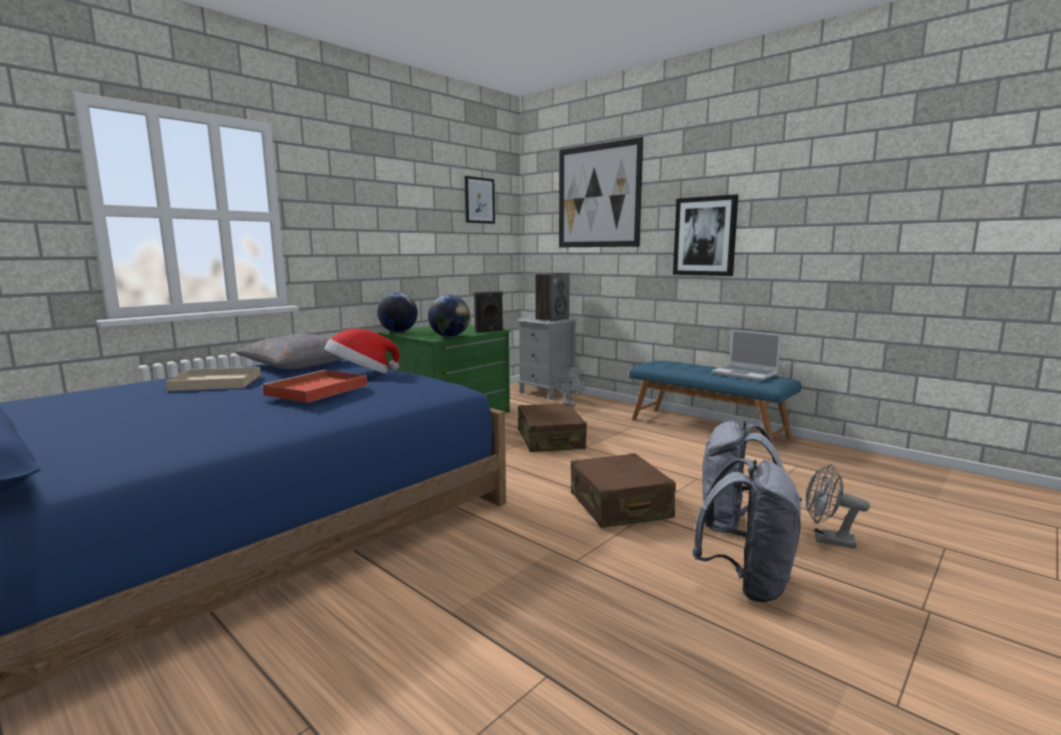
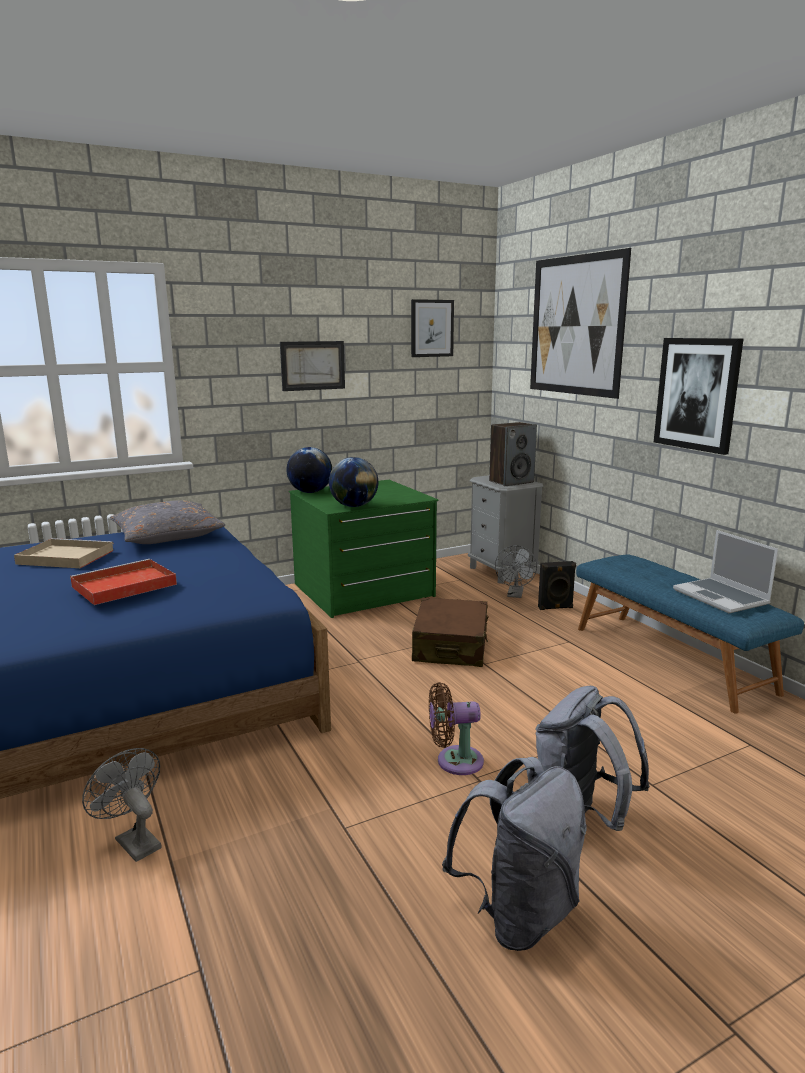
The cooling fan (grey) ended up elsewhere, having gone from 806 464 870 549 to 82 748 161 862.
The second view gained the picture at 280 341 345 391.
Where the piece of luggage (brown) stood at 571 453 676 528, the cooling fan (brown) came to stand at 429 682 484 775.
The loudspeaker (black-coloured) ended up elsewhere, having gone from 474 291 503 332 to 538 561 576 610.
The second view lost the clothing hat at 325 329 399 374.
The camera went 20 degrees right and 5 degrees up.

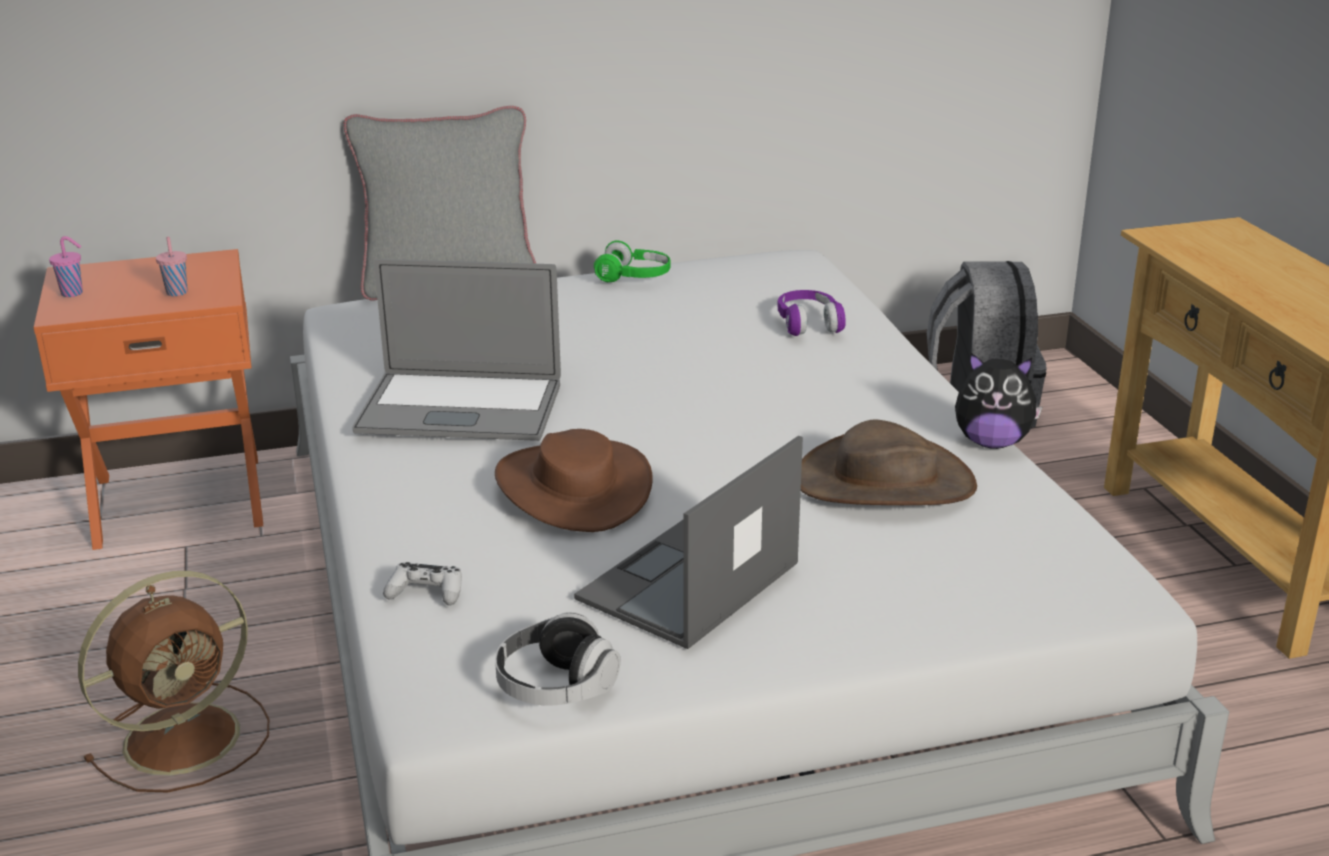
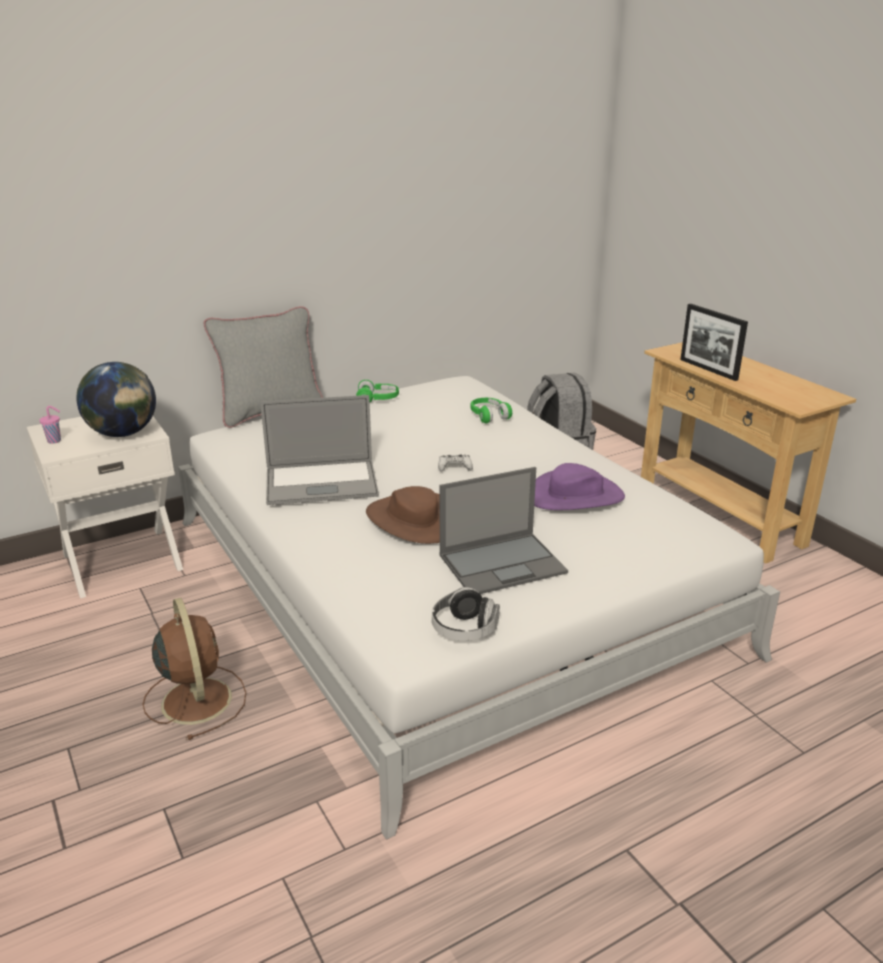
What was the bedside table (orange-coloured) at 33 249 263 550 turned into the bedside table (whitish) at 27 416 183 598.
Where the drinking cup (pink-coloured) stood at 156 237 188 296, the globe came to stand at 77 362 156 437.
The cooling fan (brown) at 78 571 269 792 ended up facing another way, 60 degrees counterclockwise from before.
The game controller (whitish) ended up elsewhere, having gone from 383 562 462 606 to 438 454 473 472.
The portable computer at 574 436 803 649 ended up facing another way, 135 degrees counterclockwise from before.
What was the headset (purple-coloured) at 778 290 846 336 turned into the headset (green) at 471 398 512 423.
What was the clothing hat (brown) at 801 419 977 505 turned into the clothing hat (purple-coloured) at 534 463 625 510.
The second view gained the photo frame at 680 304 748 381.
The second view lost the soft toy at 955 353 1043 449.
The camera went 15 degrees left and 0 degrees up.

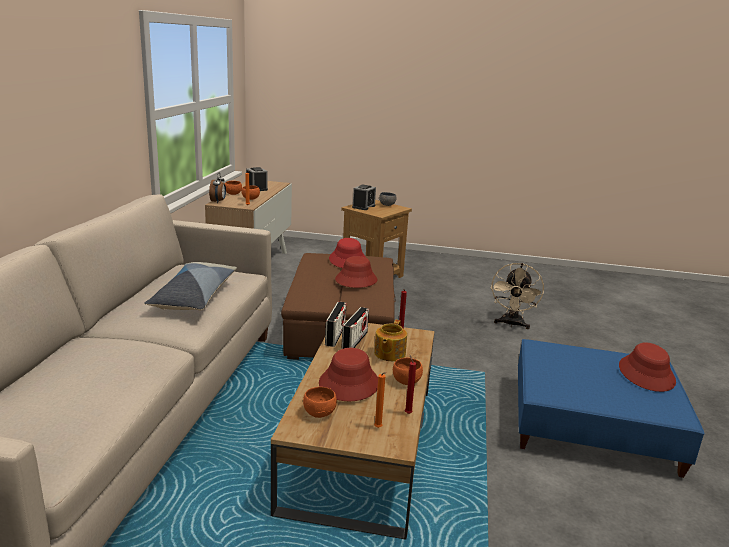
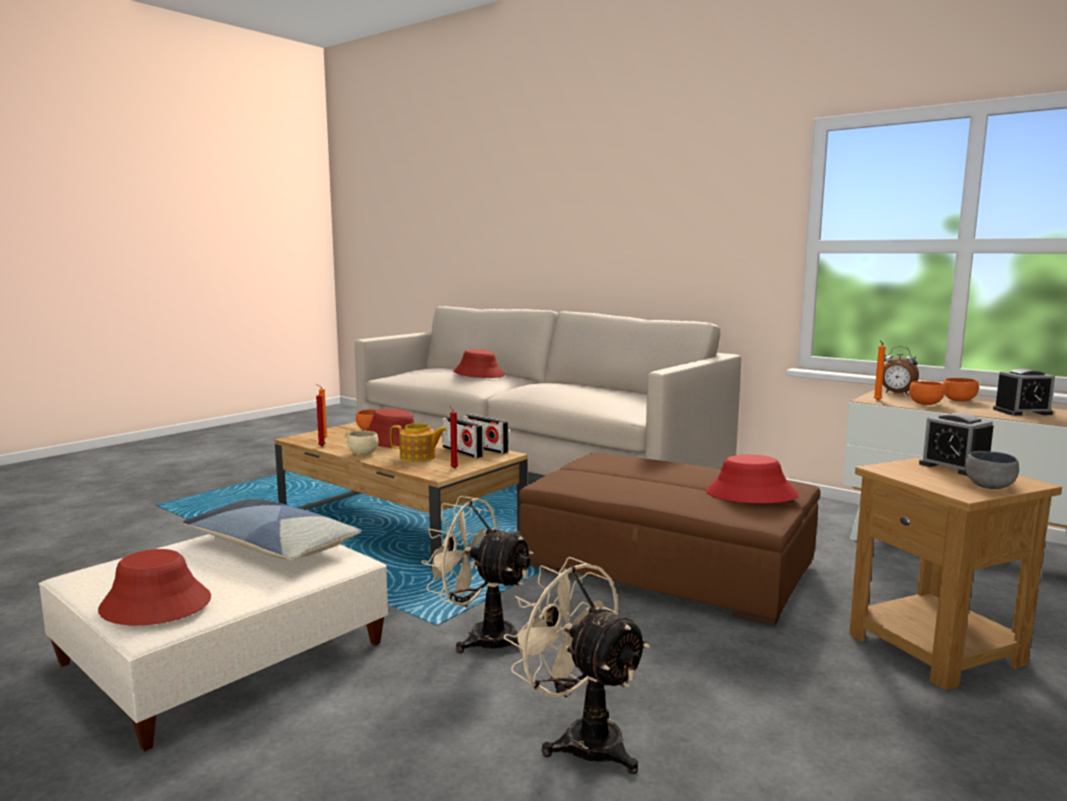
What was the ottoman (blue-coloured) at 518 339 705 478 turned into the ottoman (beige) at 39 534 388 752.
The throw pillow ended up elsewhere, having gone from 144 262 237 311 to 183 499 362 560.
What was the bowl (orange-coloured) at 393 358 423 385 turned into the bowl (beige) at 347 431 379 455.
The pot for tea at 374 320 407 361 ended up facing another way, 135 degrees clockwise from before.
The second view gained the cooling fan (beige) at 421 496 534 653.
The clothing hat (red) ended up elsewhere, having gone from 335 256 377 288 to 453 349 505 378.
The camera went 120 degrees right and 10 degrees down.

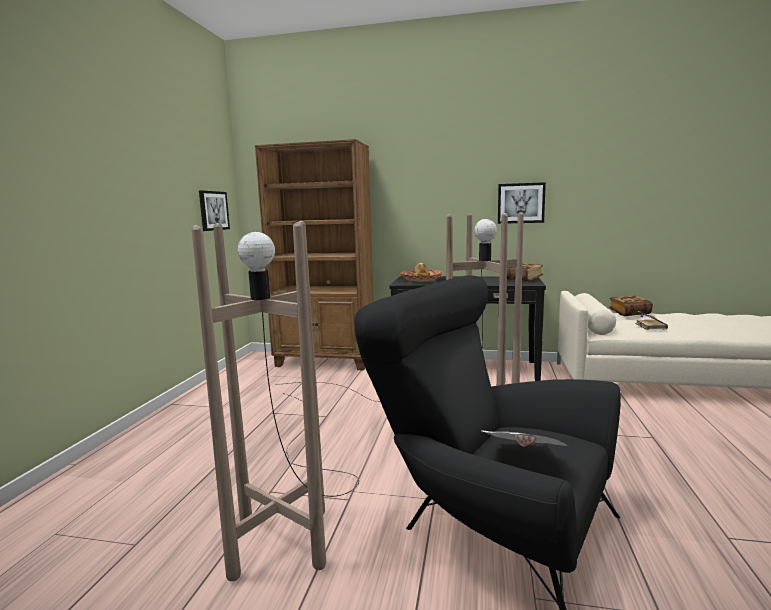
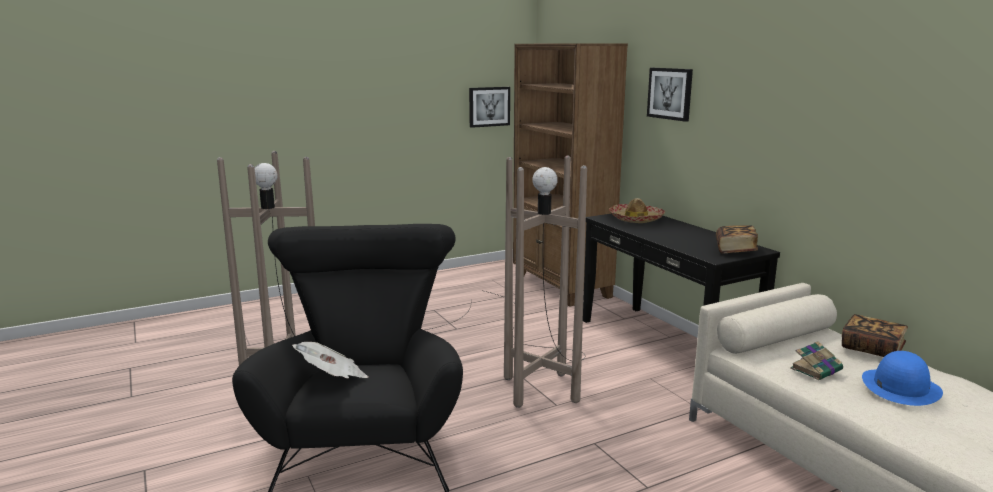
The picture ended up elsewhere, having gone from 498 182 546 224 to 647 68 693 122.
The second view gained the clothing hat (blue-coloured) at 862 351 943 406.
The camera went 50 degrees right and 5 degrees up.

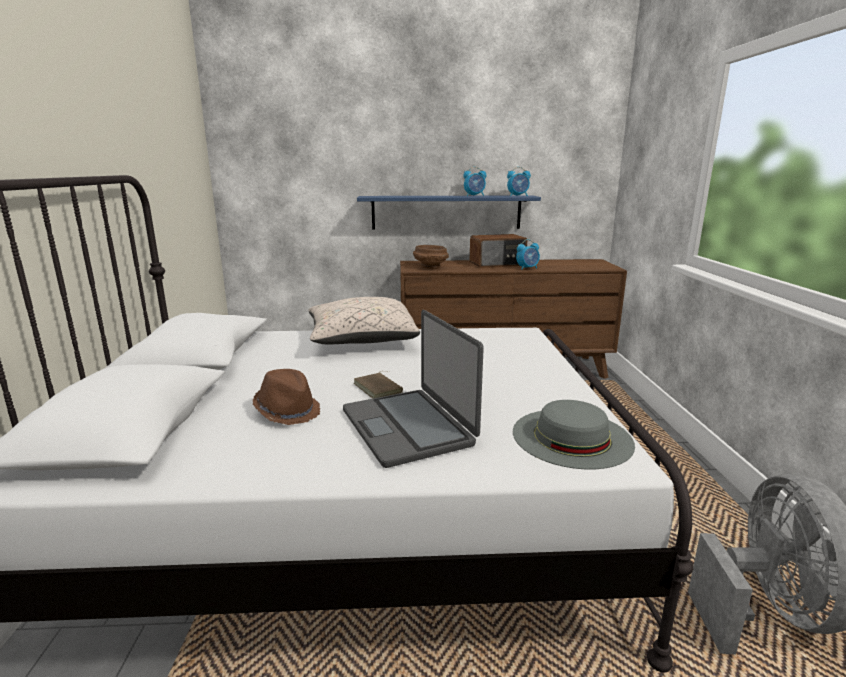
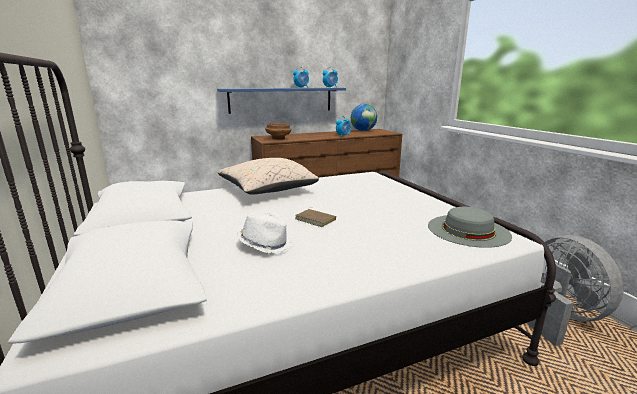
What was the clothing hat (brown) at 253 369 320 425 turned into the clothing hat (whitish) at 237 211 293 254.
The second view gained the globe at 351 104 377 131.
The second view lost the portable computer at 343 310 484 468.
The second view lost the radio set at 470 234 527 268.
The camera went 20 degrees left and 0 degrees up.

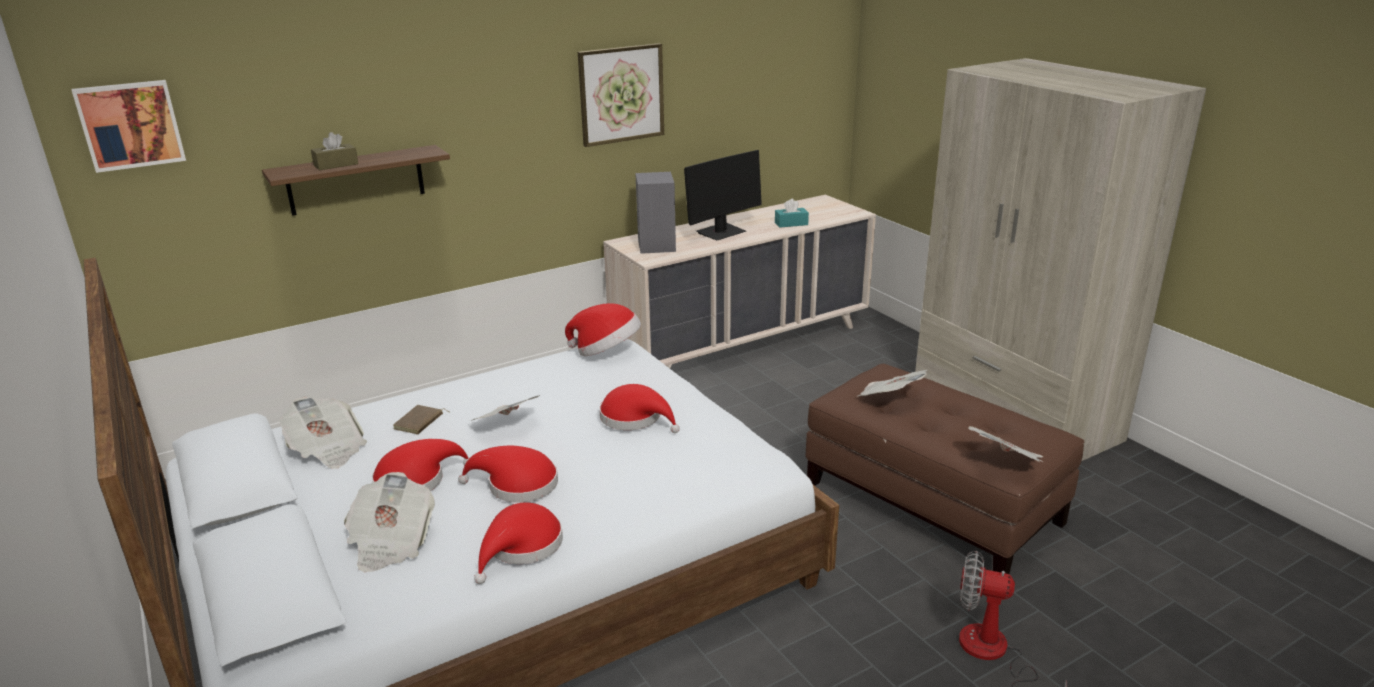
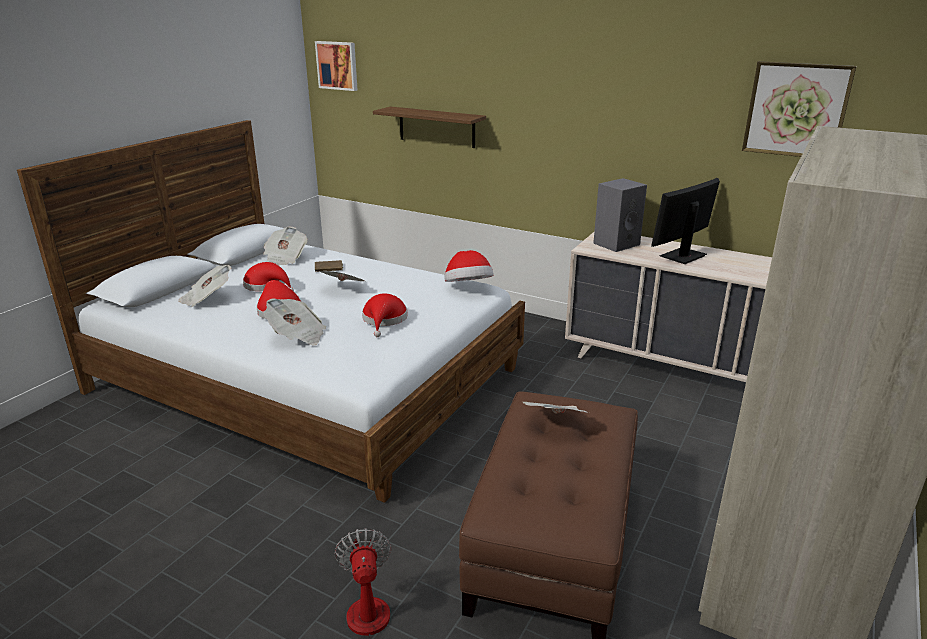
The printed paper ended up elsewhere, having gone from 968 426 1043 462 to 263 298 326 345.
The monitor at 684 150 762 240 ended up facing another way, 120 degrees clockwise from before.
The picture ended up elsewhere, having gone from 578 43 664 147 to 742 61 856 157.
The second view lost the box of tissues (brown) at 311 132 358 170.
The second view lost the clothing hat (red) at 474 503 563 584.
The second view lost the box of tissues (blue-green) at 775 198 809 228.
The camera went 60 degrees right and 0 degrees up.

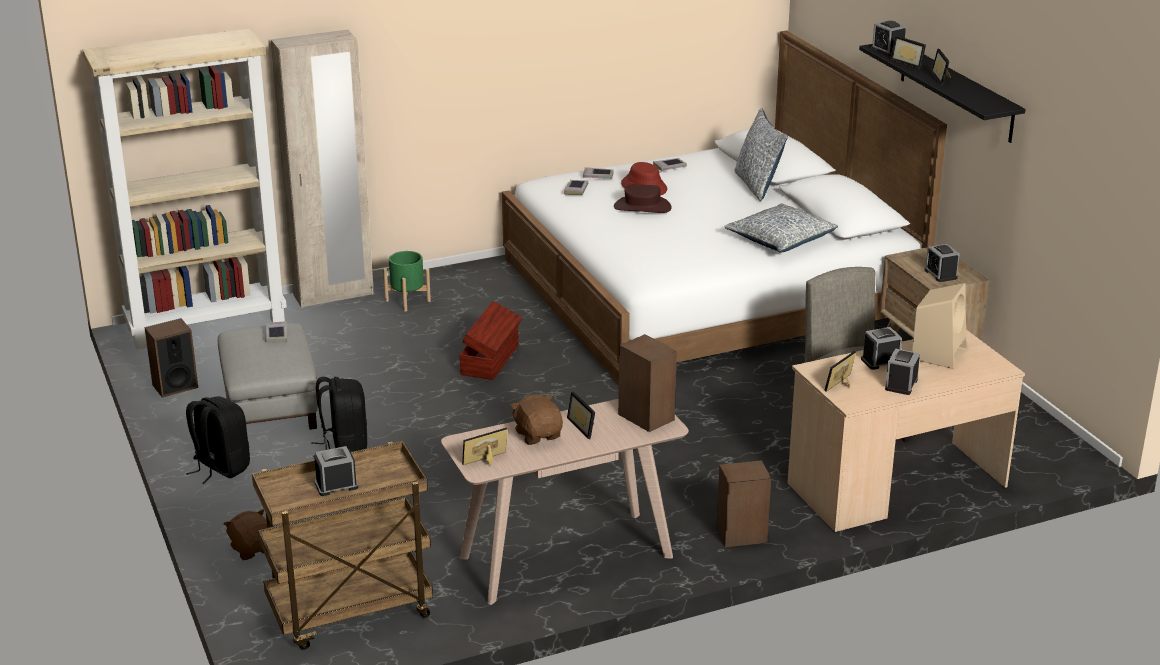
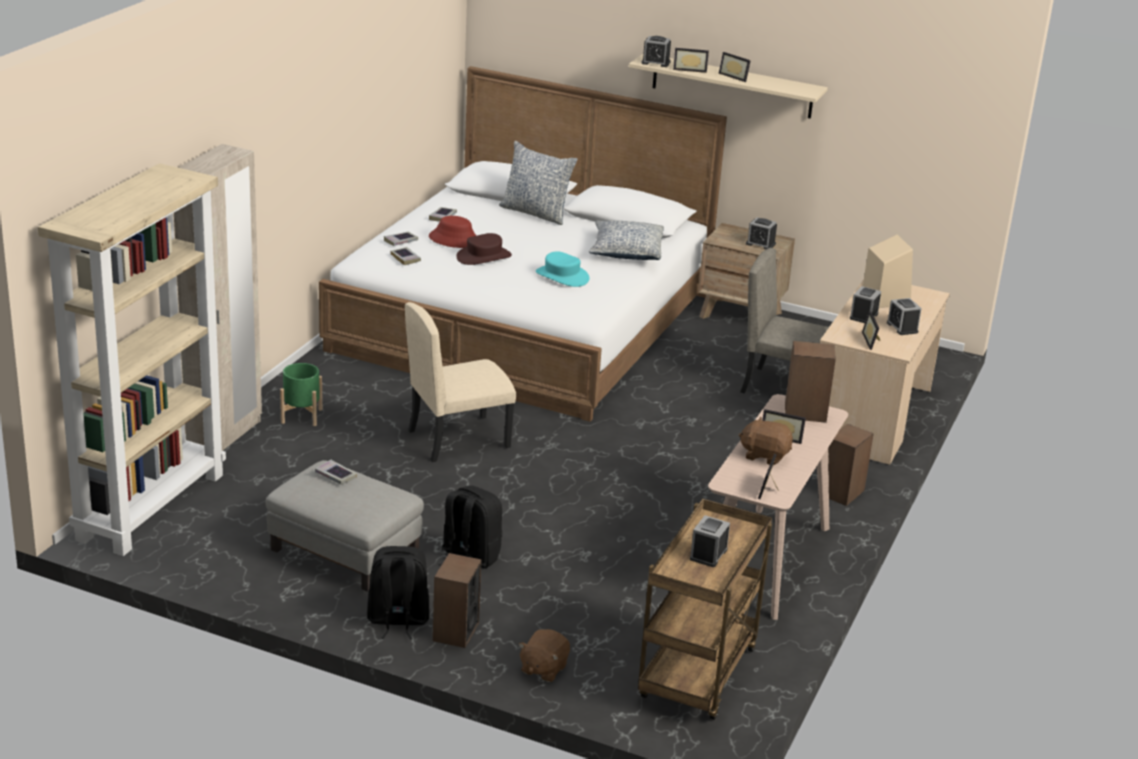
Where the storage box (brown) stood at 460 301 522 380, the chair (beige) came to stand at 405 302 516 462.
The loudspeaker ended up elsewhere, having gone from 145 318 198 398 to 433 553 482 648.
The soft toy (brown) at 224 509 267 560 ended up facing another way, 75 degrees counterclockwise from before.
The second view gained the clothing hat (blue-green) at 536 251 590 287.
What was the wall shelf (black-coloured) at 859 44 1026 143 turned into the wall shelf (beige) at 629 53 828 119.
The camera went 45 degrees left and 0 degrees up.

